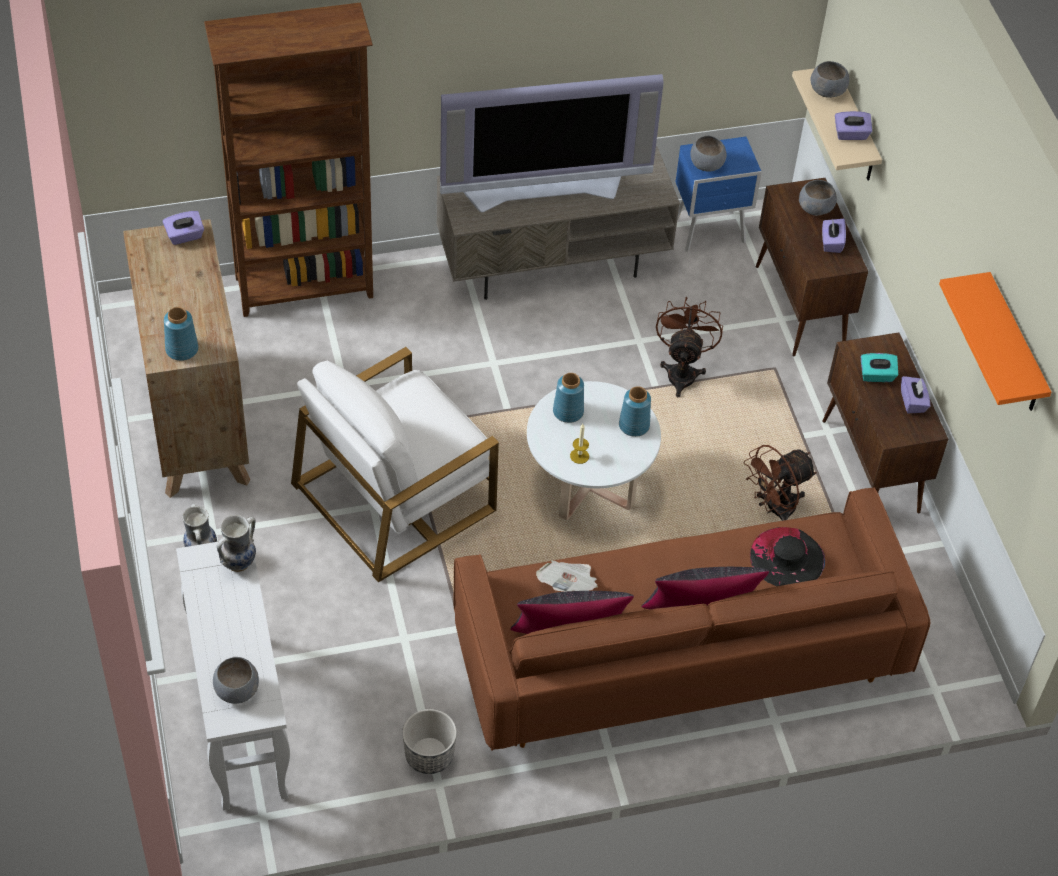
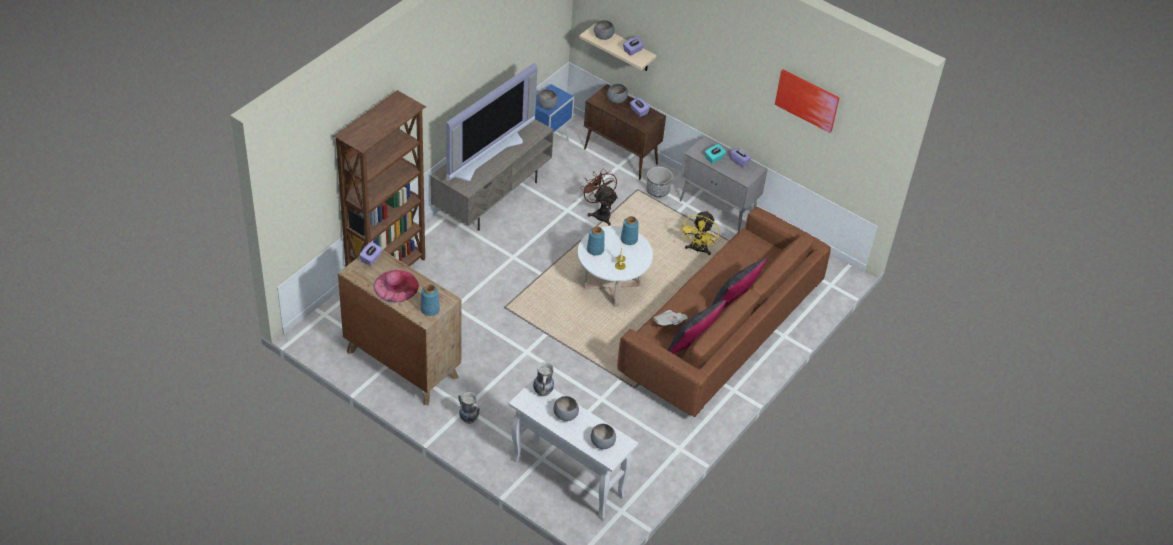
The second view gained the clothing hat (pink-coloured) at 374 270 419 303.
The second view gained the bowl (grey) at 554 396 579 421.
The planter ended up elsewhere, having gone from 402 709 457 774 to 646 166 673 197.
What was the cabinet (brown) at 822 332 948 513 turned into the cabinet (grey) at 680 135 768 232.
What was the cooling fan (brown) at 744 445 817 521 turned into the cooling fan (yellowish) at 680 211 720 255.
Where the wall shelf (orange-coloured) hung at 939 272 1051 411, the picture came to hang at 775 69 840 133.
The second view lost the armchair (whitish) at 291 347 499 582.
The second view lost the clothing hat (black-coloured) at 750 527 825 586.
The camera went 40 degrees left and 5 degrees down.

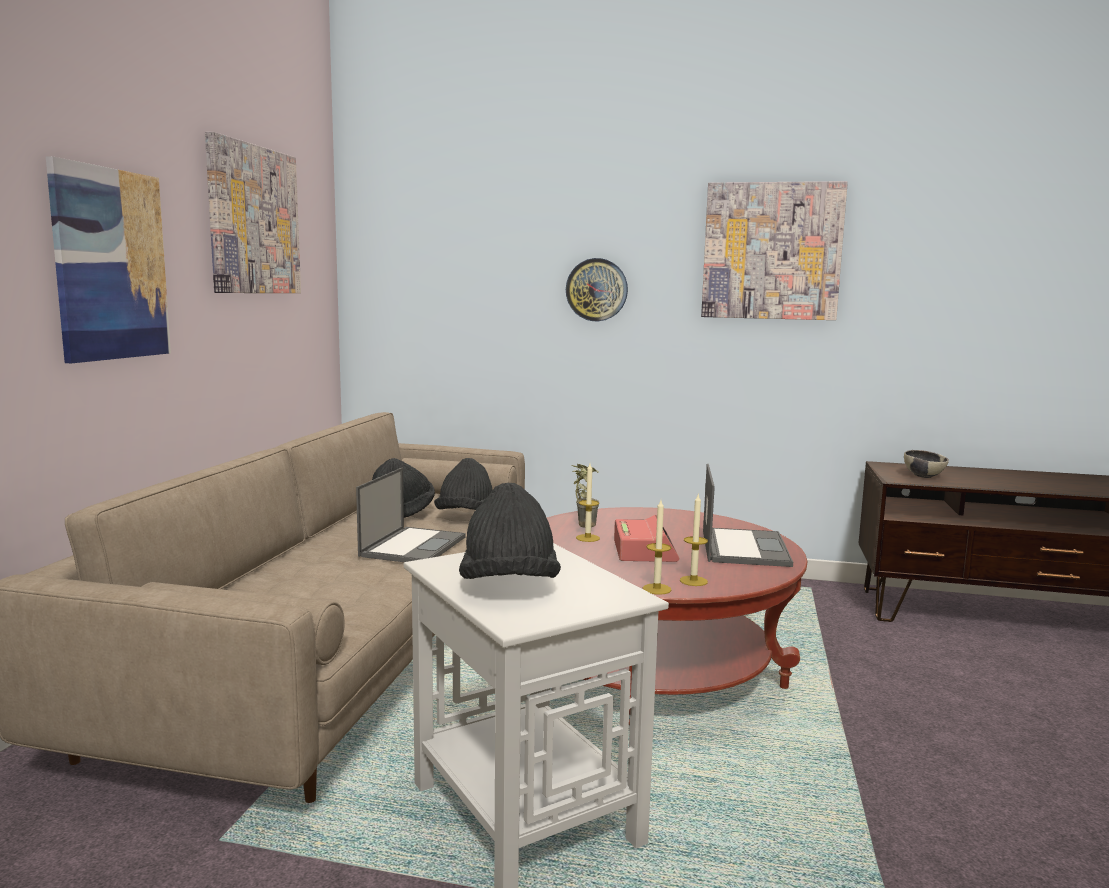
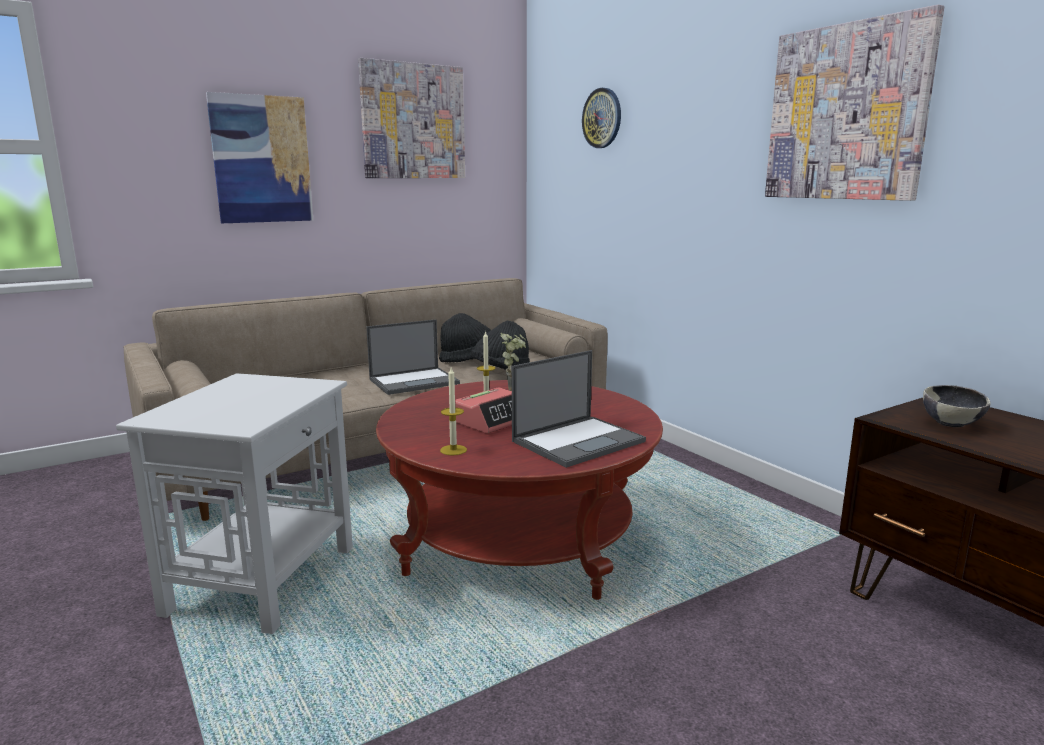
The hanging clock ended up elsewhere, having gone from 566 258 628 321 to 582 88 621 148.
The second view lost the clothing hat (black-coloured) at 459 483 561 579.
The second view lost the wax light at 643 500 672 595.
The camera went 45 degrees right and 5 degrees up.

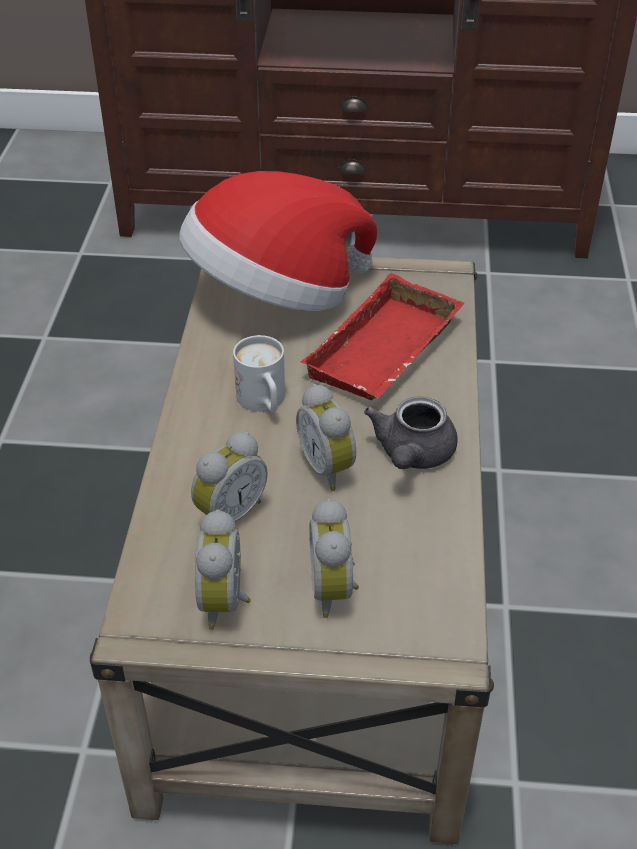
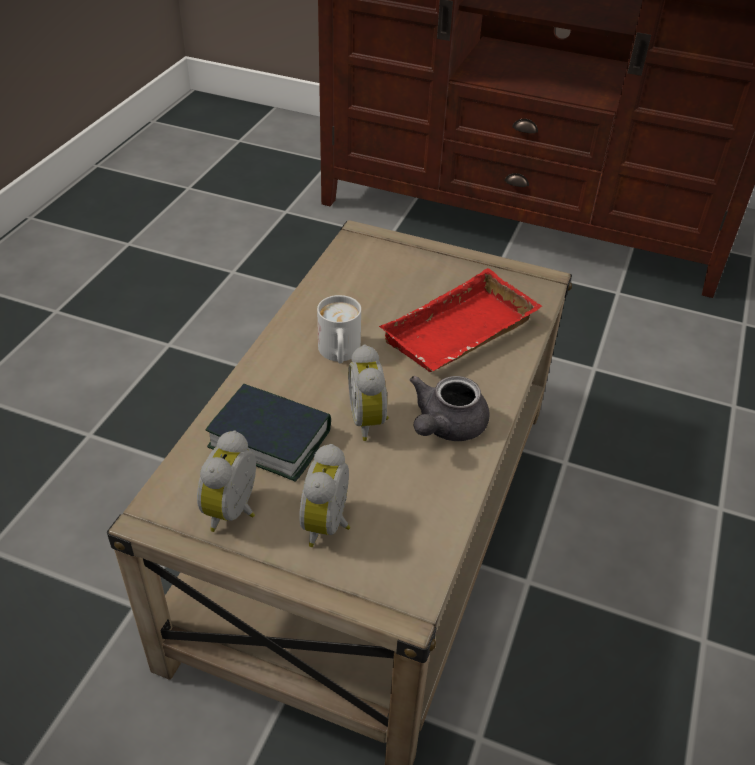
Where the bedside clock stood at 191 432 268 521, the book came to stand at 205 384 331 482.
The second view lost the clothing hat at 179 171 377 311.
The camera went 15 degrees right and 0 degrees up.

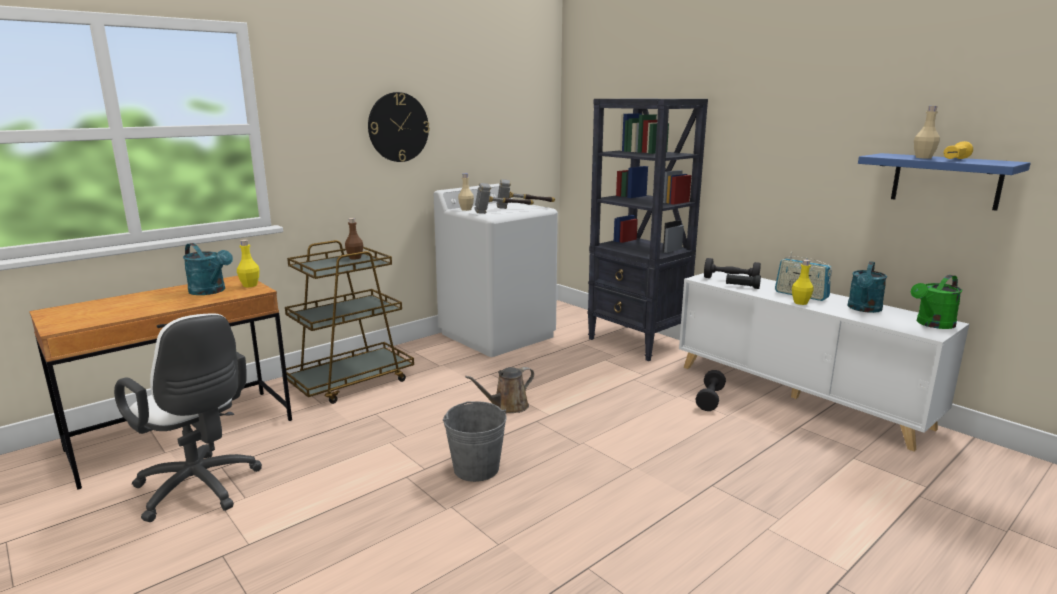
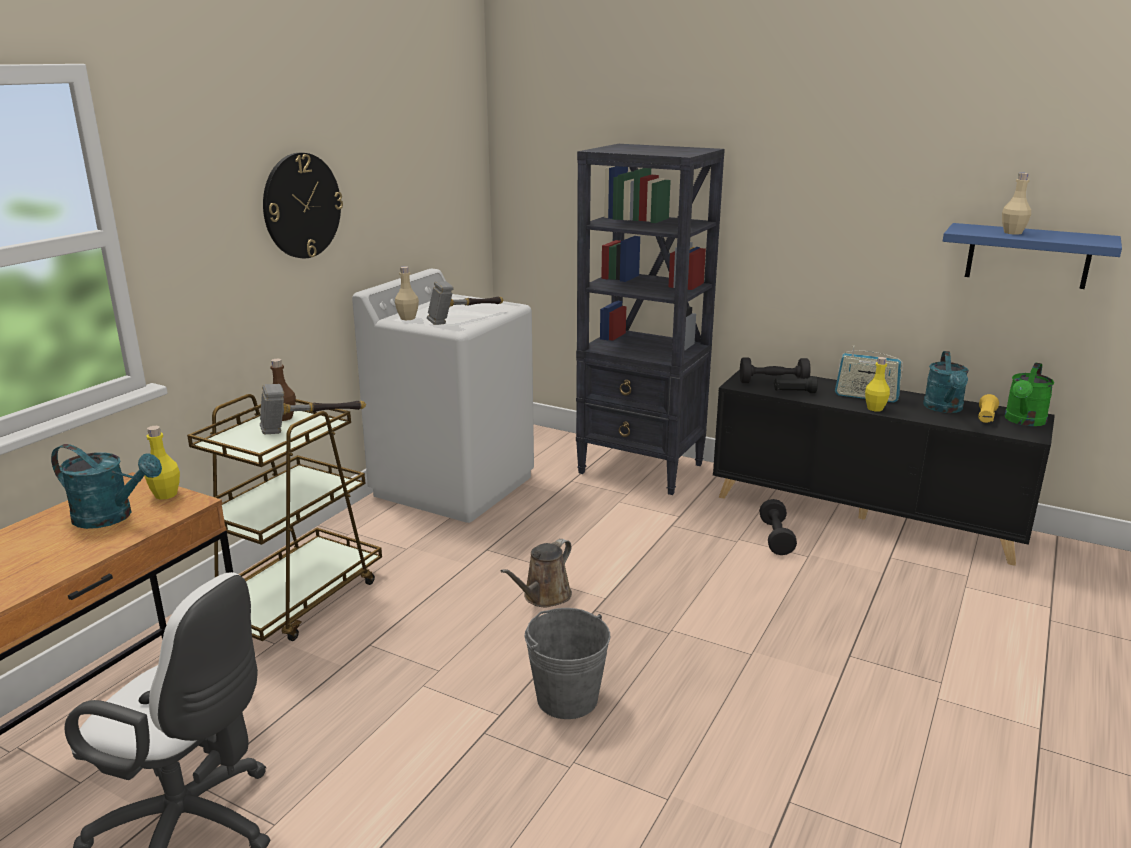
The hammer ended up elsewhere, having gone from 497 179 555 209 to 260 384 366 434.
What was the cabinet (whitish) at 679 271 969 451 turned into the cabinet (black-coloured) at 713 367 1055 566.
The flashlight (yellowish) ended up elsewhere, having gone from 944 141 973 159 to 978 394 999 423.
The camera went 20 degrees left and 5 degrees up.

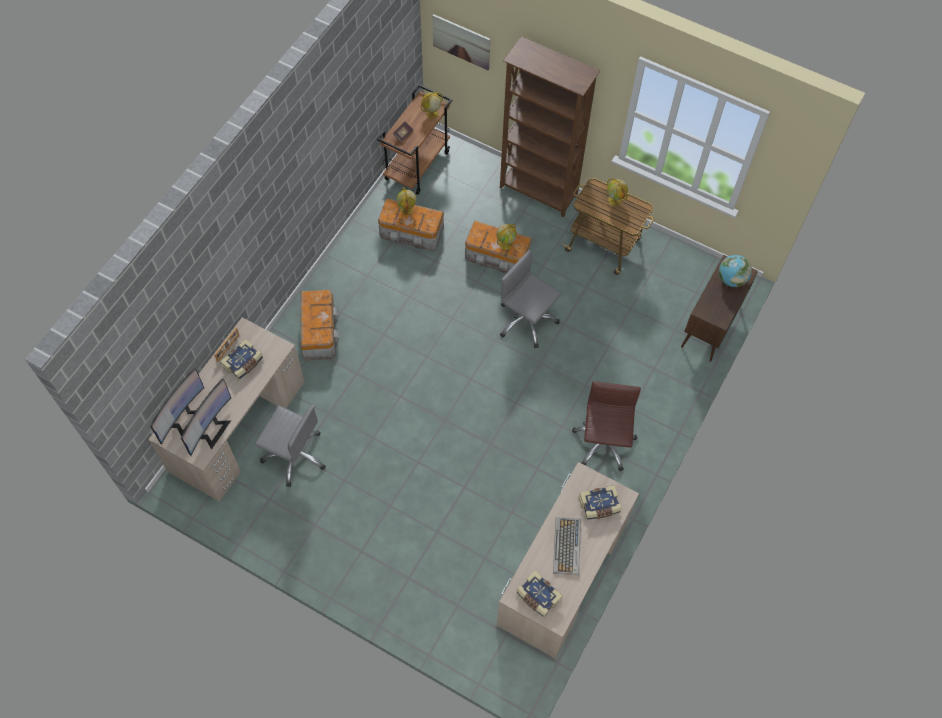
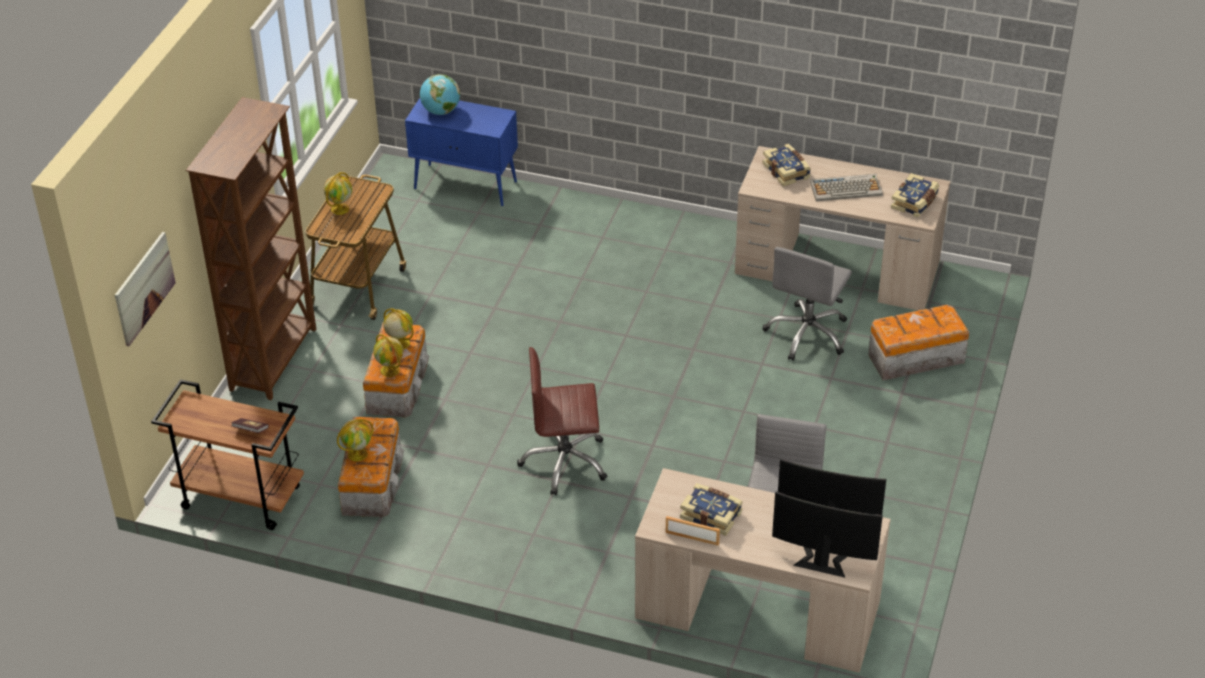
The globe ended up elsewhere, having gone from 421 92 443 119 to 373 334 403 377.
What was the cabinet (brown) at 681 255 758 362 turned into the cabinet (blue-coloured) at 405 98 518 206.
The computer chair (brown) ended up elsewhere, having gone from 572 381 641 471 to 517 347 607 495.
The computer chair (grey) ended up elsewhere, having gone from 500 250 561 348 to 763 247 852 361.
The storage box ended up elsewhere, having gone from 301 290 339 361 to 868 305 969 381.
The camera went 100 degrees left and 20 degrees down.

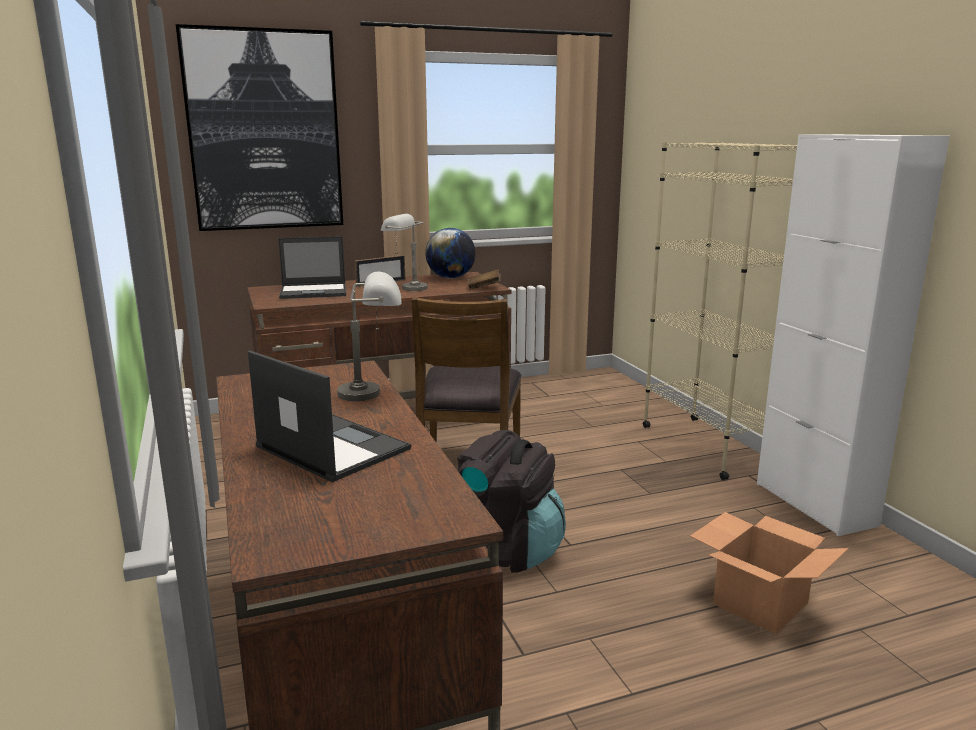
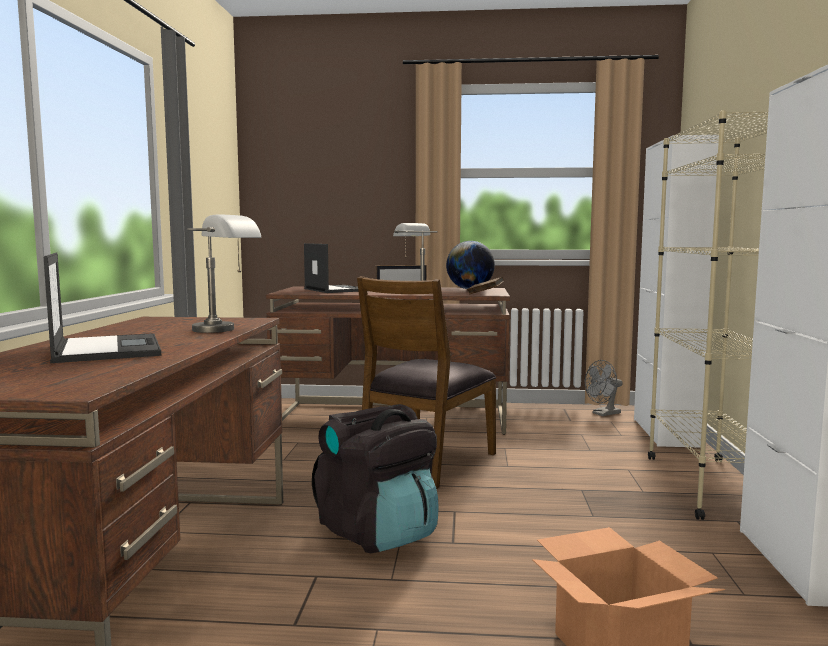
The portable computer at 278 236 346 299 ended up facing another way, 135 degrees counterclockwise from before.
The second view gained the cooling fan (grey) at 585 360 623 416.
The second view gained the cabinet (whitish) at 634 135 719 448.
The second view lost the picture at 176 24 343 231.
The camera went 25 degrees right and 10 degrees down.

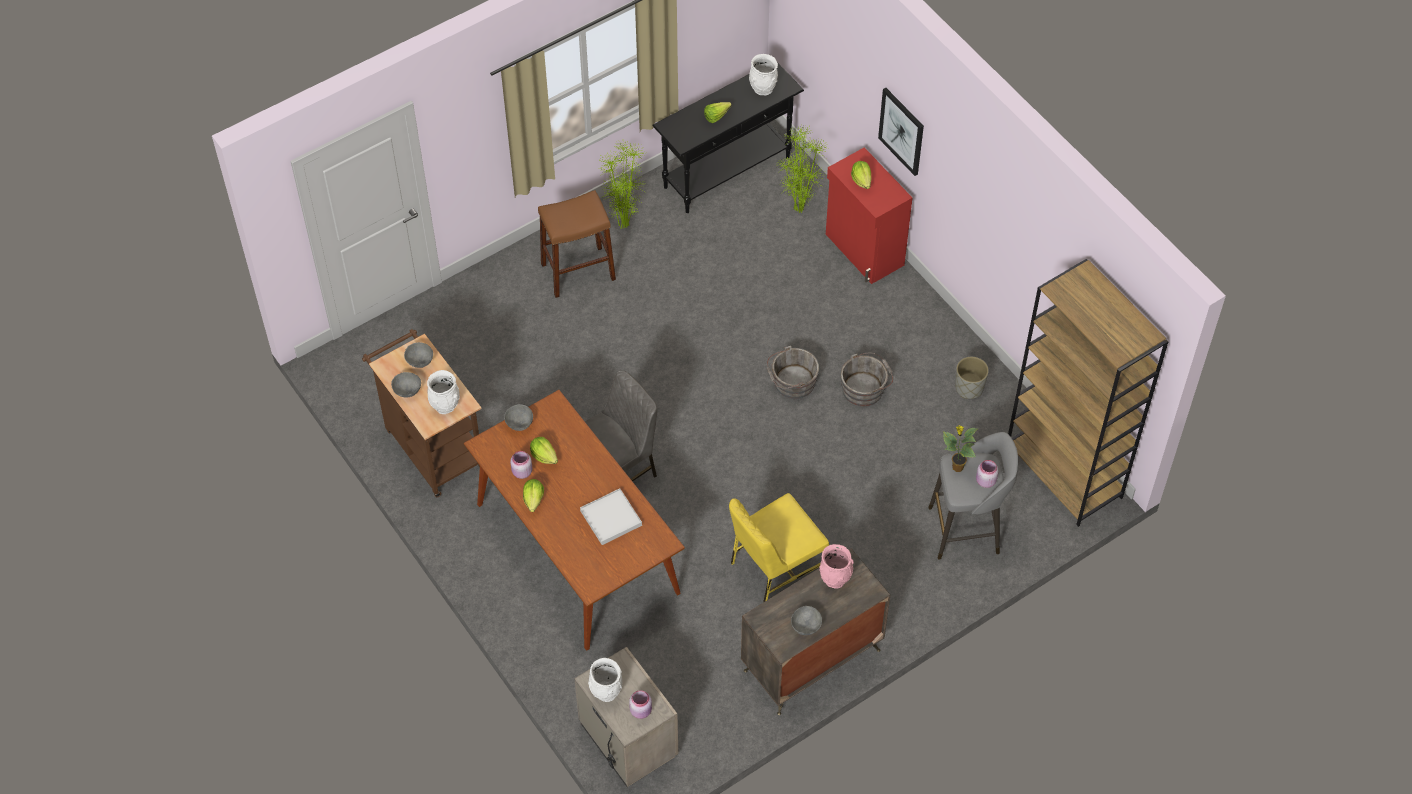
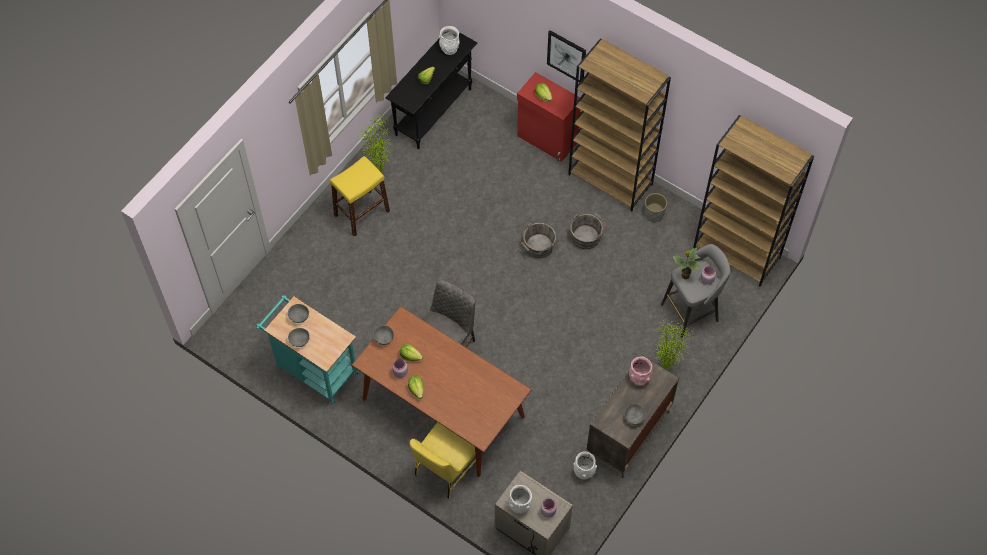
What was the trolley (brown) at 362 329 482 498 turned into the trolley (blue-green) at 256 295 359 404.
What was the sitting stool (brown) at 538 190 616 298 turned into the sitting stool (yellowish) at 330 156 390 237.
The chair (yellowish) ended up elsewhere, having gone from 729 493 829 602 to 410 422 476 499.
The second view gained the bookcase (brown) at 568 39 671 211.
The decorative vase (whitish) ended up elsewhere, having gone from 427 370 460 414 to 574 451 597 480.
The plant in a pot ended up elsewhere, having gone from 778 126 829 213 to 655 319 693 370.
The second view lost the tray (whitish) at 580 488 642 545.
The camera went 20 degrees left and 5 degrees up.

